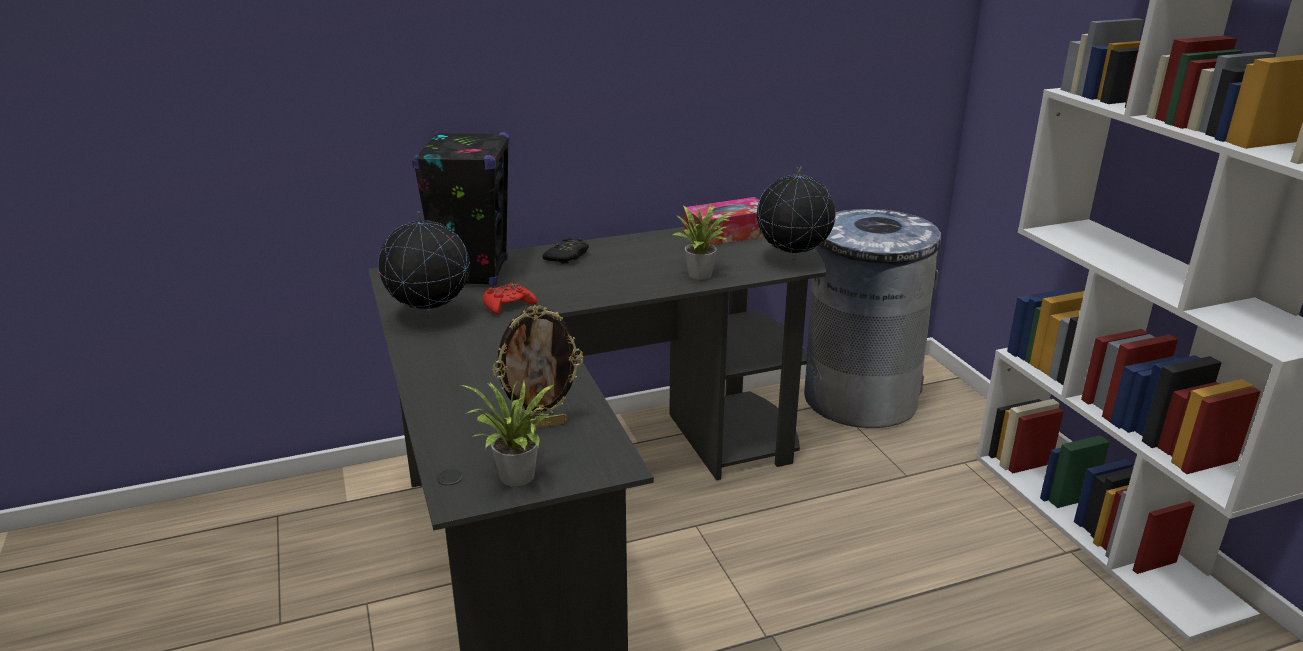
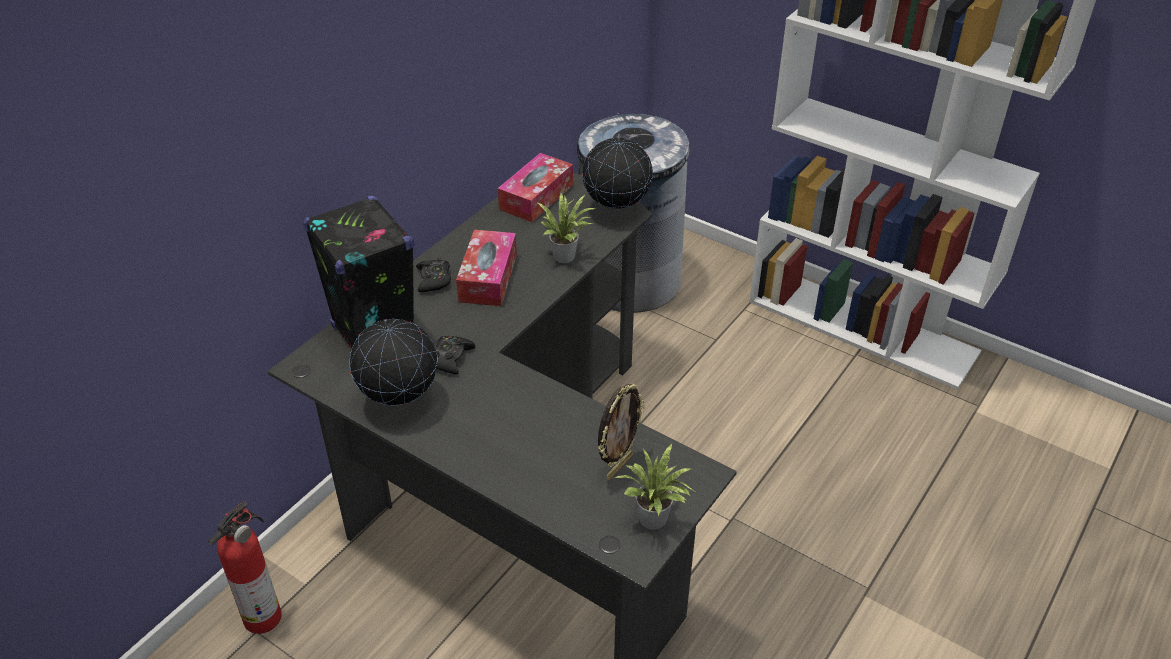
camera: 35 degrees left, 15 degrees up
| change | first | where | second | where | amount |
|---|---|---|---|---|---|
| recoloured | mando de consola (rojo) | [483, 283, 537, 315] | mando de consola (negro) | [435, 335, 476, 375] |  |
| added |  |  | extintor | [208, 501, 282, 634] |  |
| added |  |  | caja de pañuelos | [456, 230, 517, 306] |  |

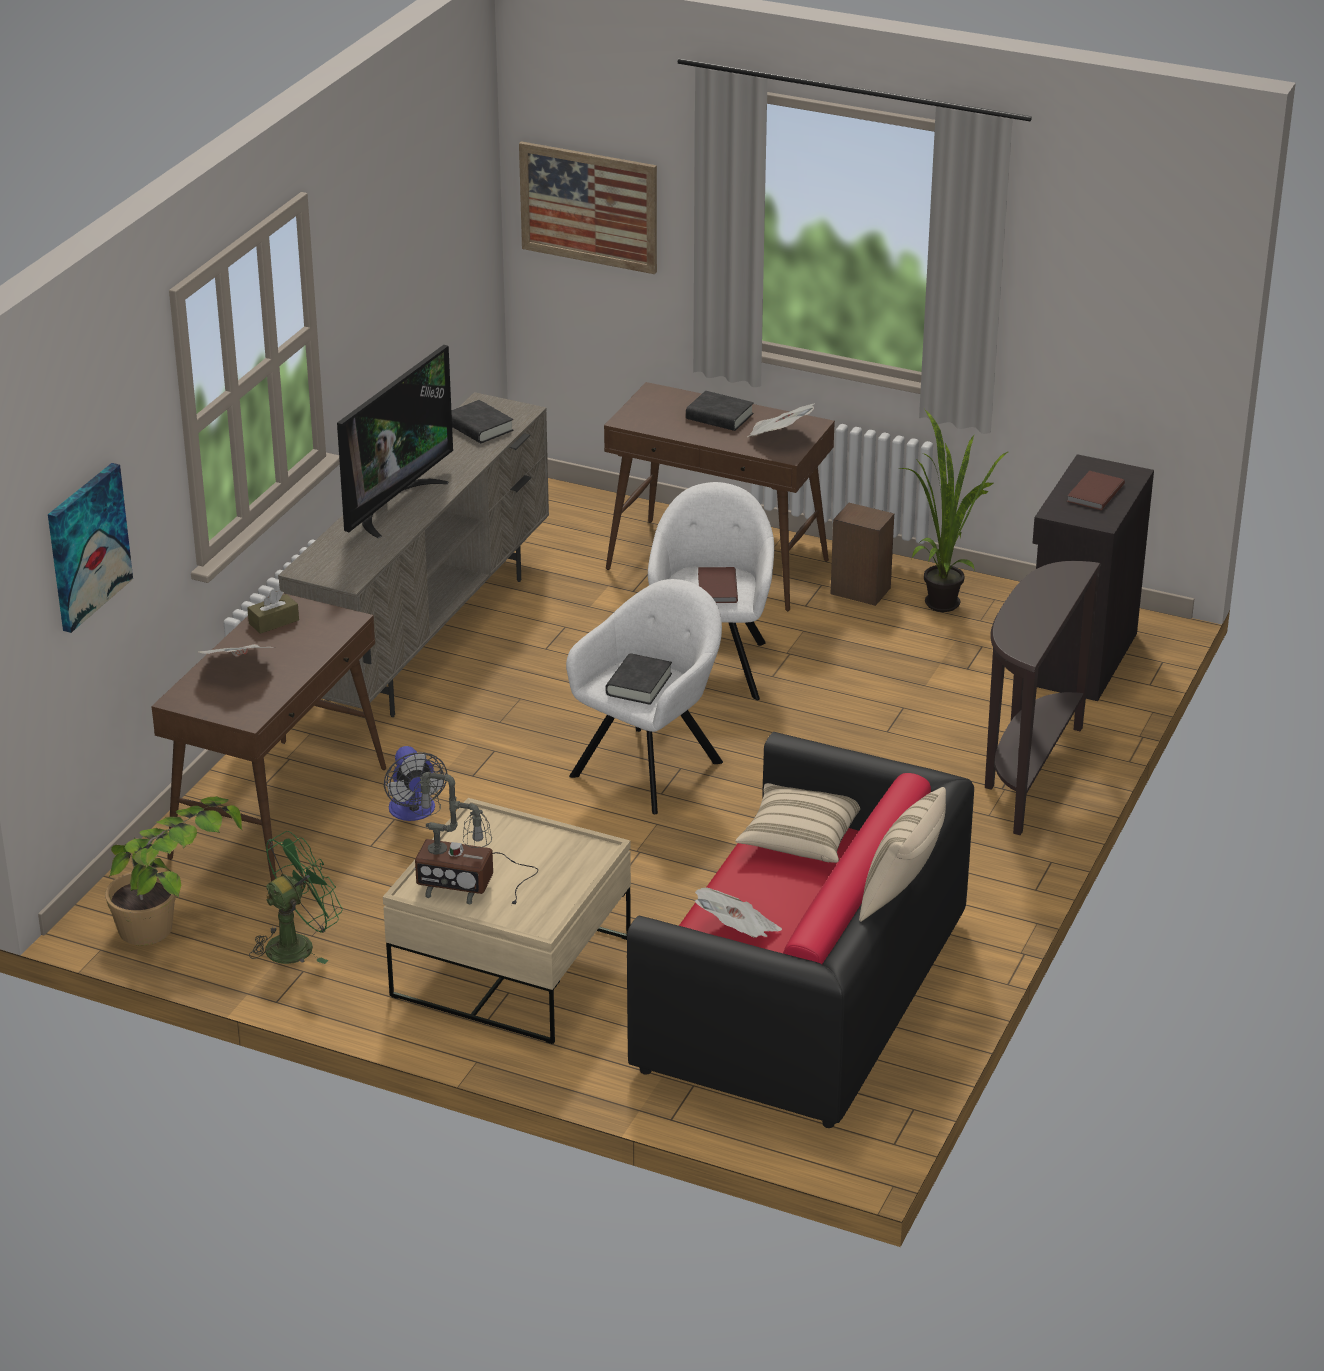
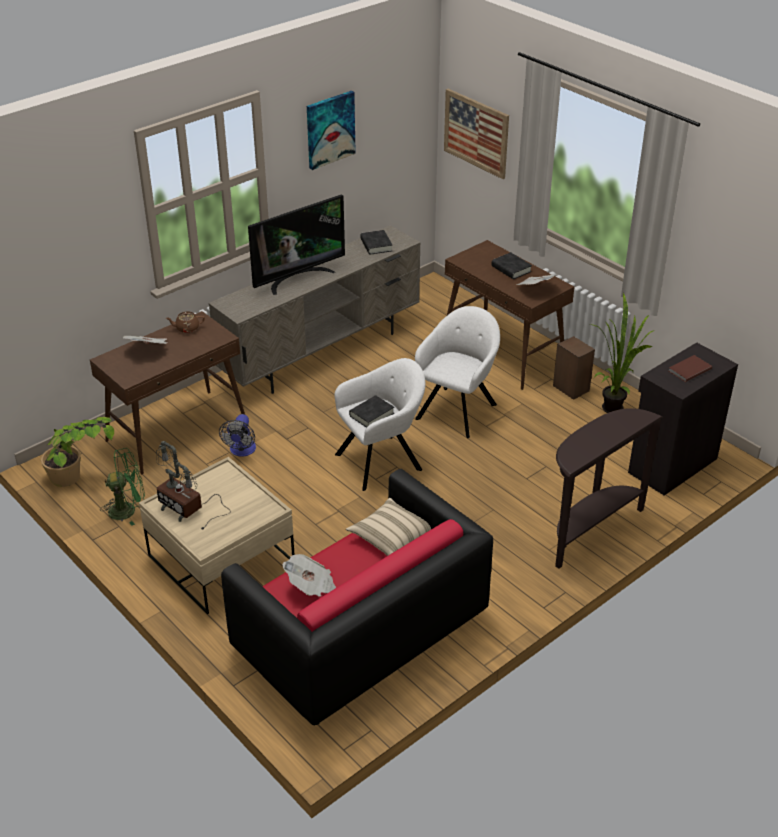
camera: 25 degrees right, 5 degrees up
| change | first | where | second | where | amount |
|---|---|---|---|---|---|
| moved | cuadro | [48, 463, 133, 633] |  | [307, 91, 356, 170] |  |
| replaced | caja de pañuelos (marrón) | [247, 590, 299, 634] | tetera (marrón) | [166, 312, 205, 333] |  |
| removed | libro (marrón) | [698, 567, 738, 603] |  |  |  |
| removed | cojín (beis) | [859, 787, 946, 922] |  |  |  |

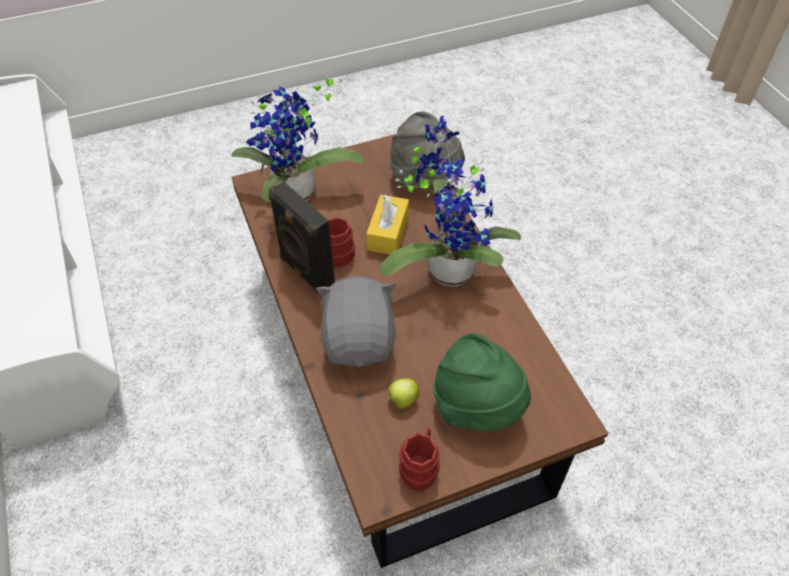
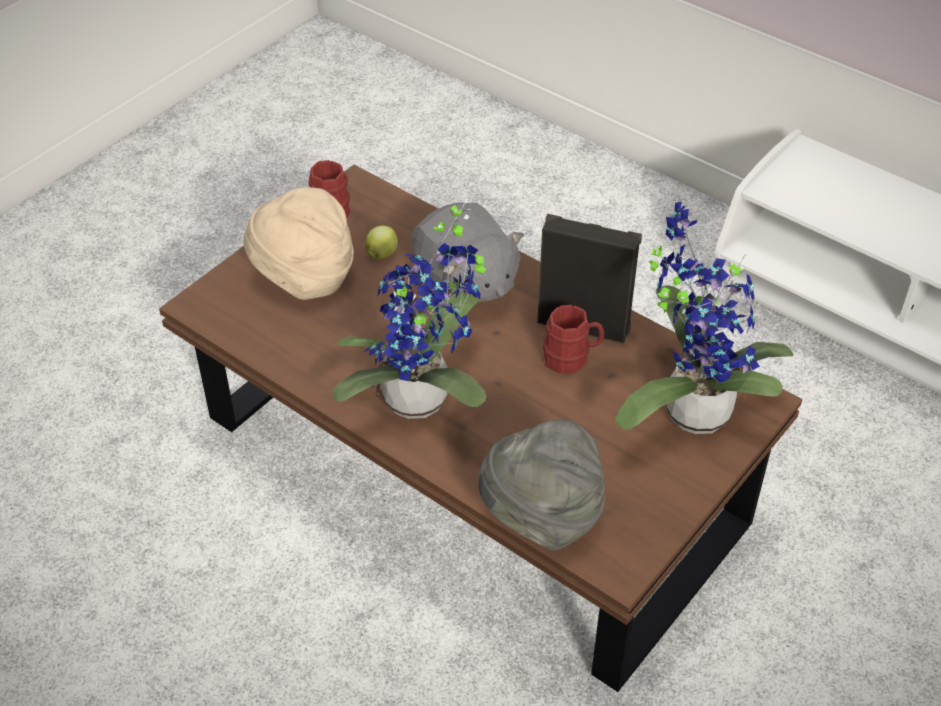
camera: 150 degrees right, 5 degrees down
| change | first | where | second | where | amount |
|---|---|---|---|---|---|
| removed | caja de pañuelos (amarillo) | [366, 194, 409, 255] |  |  |  |
| recoloured | sombrero (verde) | [433, 333, 531, 431] | sombrero (beis) | [244, 187, 354, 300] |  |

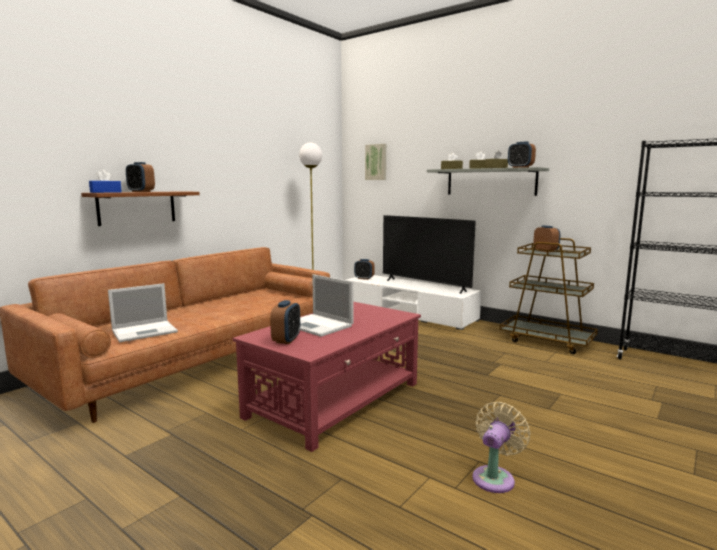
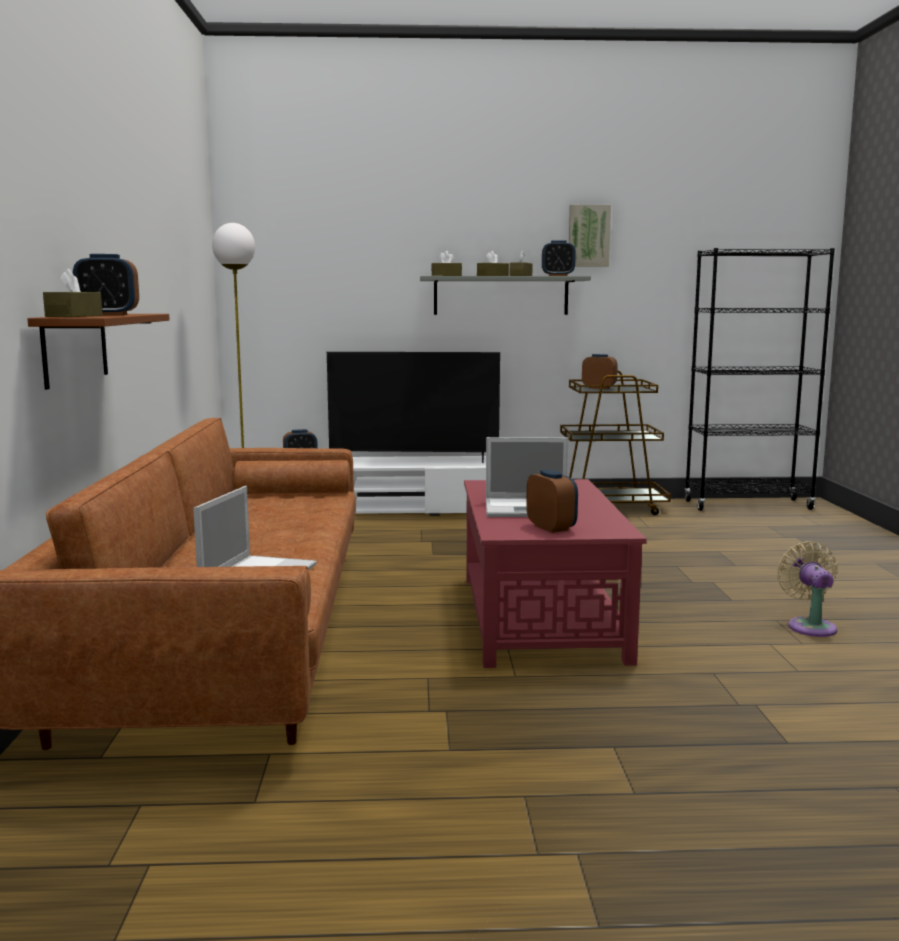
camera: 40 degrees left, 0 degrees up
| change | first | where | second | where | amount |
|---|---|---|---|---|---|
| recoloured | caja de pañuelos (azul) | [89, 170, 122, 193] | caja de pañuelos (marrón) | [43, 269, 103, 317] |  |
| moved | cuadro | [365, 144, 386, 180] |  | [569, 205, 611, 267] |  |

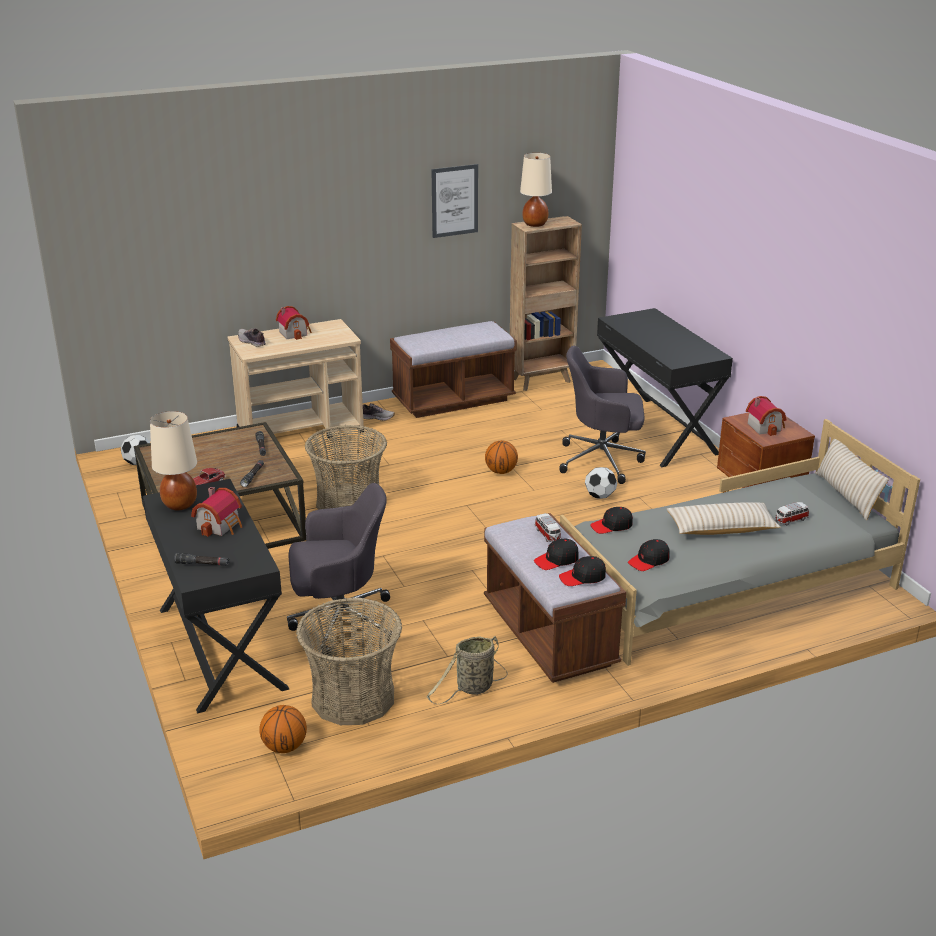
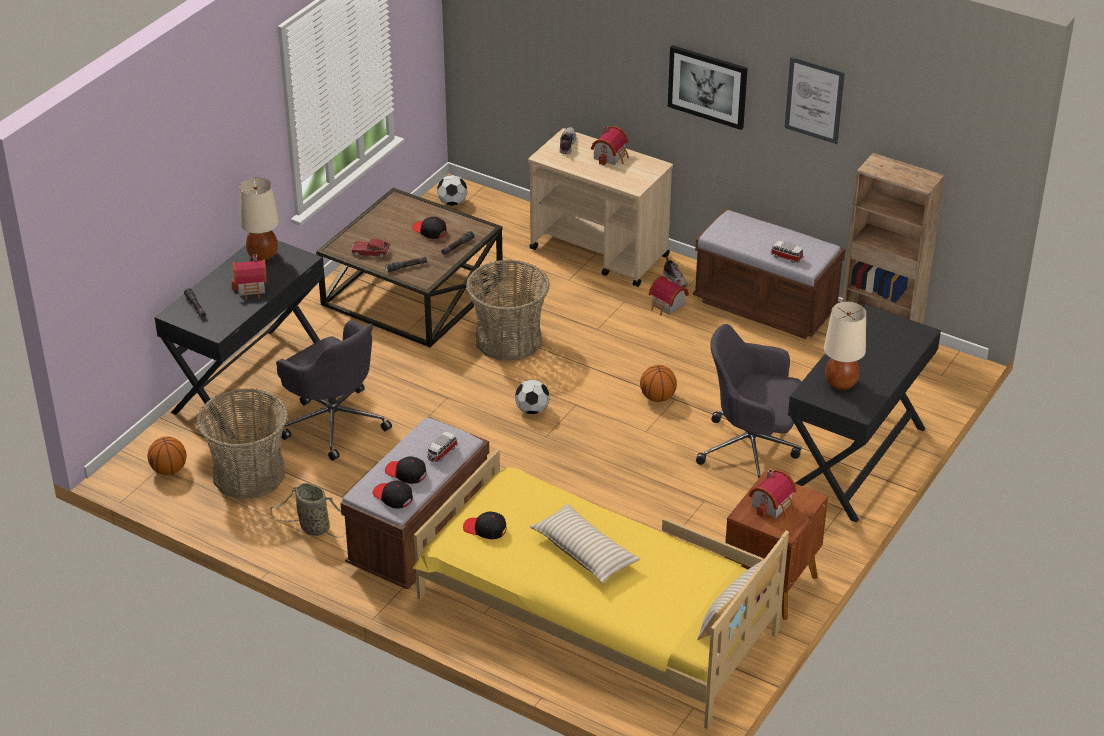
camera: 55 degrees right, 10 degrees up
| change | first | where | second | where | amount |
|---|---|---|---|---|---|
| moved | lámpara de mesa (beis) | [520, 153, 552, 227] |  | [824, 302, 866, 390] |  |
| turned | silla de oficina (gris) | [559, 346, 646, 484] |  | [696, 324, 801, 478] | 45 degrees counterclockwise |
| recoloured | cama (gris) | [560, 419, 920, 666] | cama (amarillo) | [412, 449, 789, 729] |  |
| moved | balón de fútbol | [585, 467, 617, 499] |  | [515, 380, 549, 414] |  |
| moved | gorra (negro) | [590, 507, 633, 534] |  | [412, 217, 447, 239] |  |
| moved | coche de juguete | [775, 502, 809, 526] |  | [771, 241, 803, 263] |  |
| added |  |  | casita | [649, 276, 689, 316] |  |
| added |  |  | cuadro | [668, 45, 748, 130] |  |

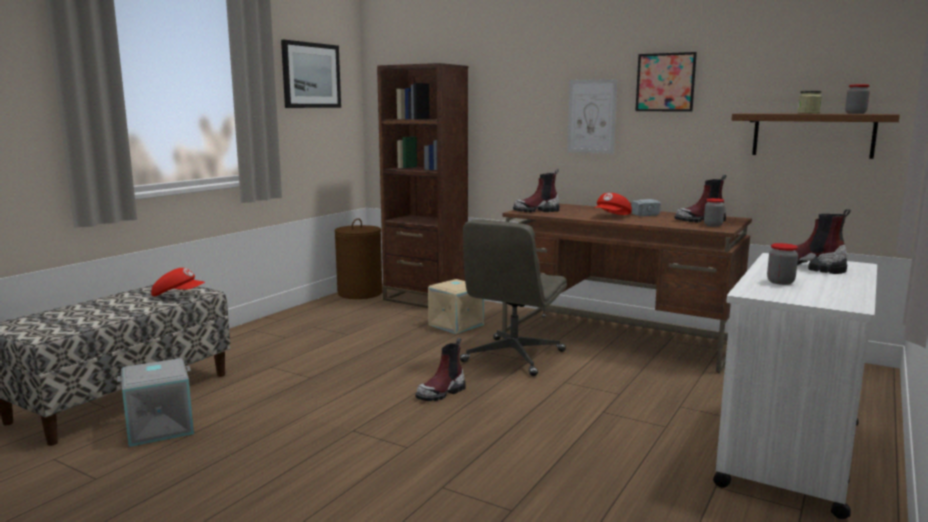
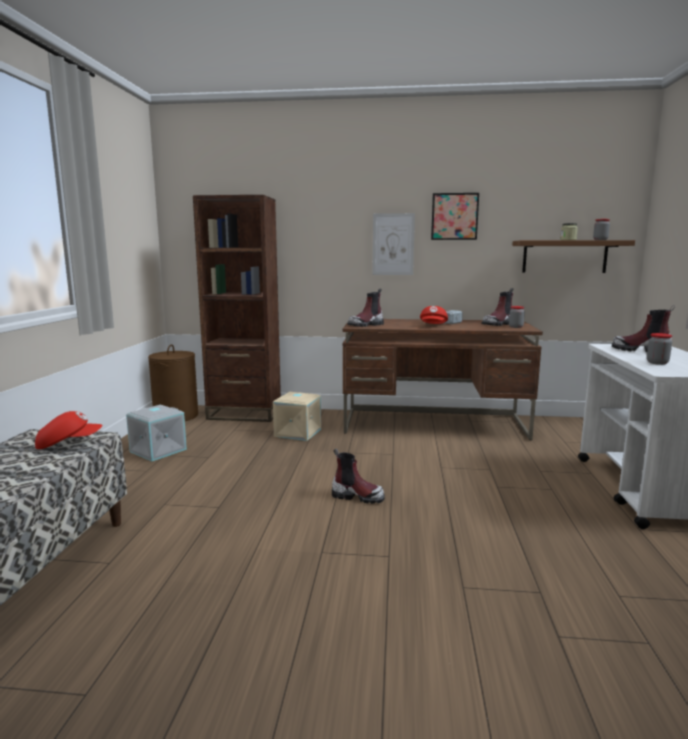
camera: 25 degrees left, 0 degrees up
| change | first | where | second | where | amount |
|---|---|---|---|---|---|
| moved | caja de almacenaje (gris) | [117, 359, 194, 447] |  | [126, 405, 187, 461] |  |
| removed | cuadro | [281, 40, 341, 108] |  |  |  |
| turned | bota | [416, 338, 466, 401] |  | [332, 449, 385, 504] | 90 degrees counterclockwise |
| removed | silla de oficina (gris) | [460, 219, 567, 376] |  |  |  |

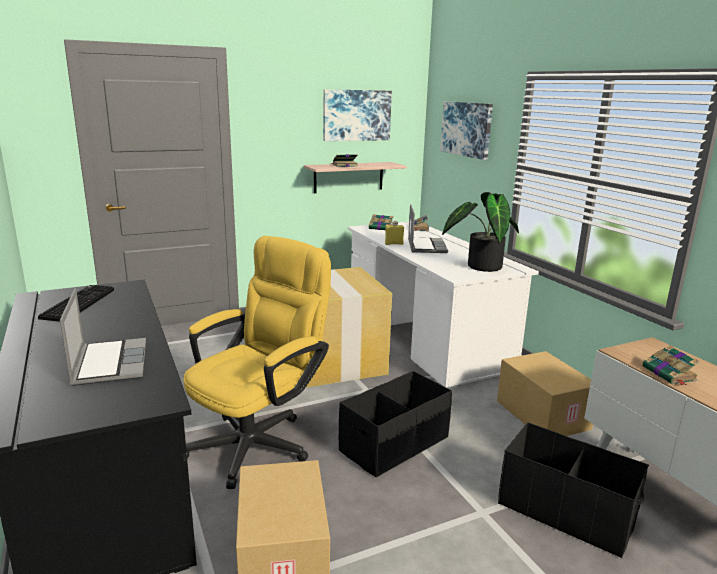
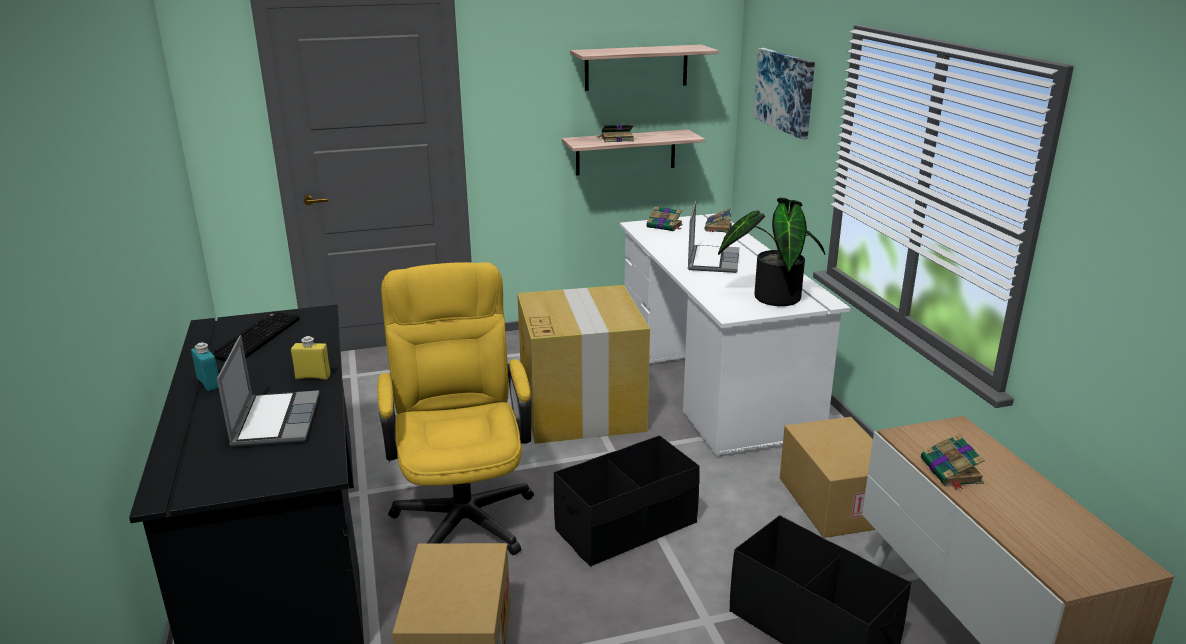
camera: 10 degrees right, 5 degrees up
| change | first | where | second | where | amount |
|---|---|---|---|---|---|
| turned | silla de oficina (amarillo) | [183, 236, 331, 489] |  | [377, 262, 534, 555] | 60 degrees counterclockwise |
| replaced | cuadro | [323, 89, 392, 141] | estante | [570, 45, 719, 91] |  |
| moved | botella (amarillo) | [385, 220, 404, 245] |  | [291, 336, 331, 380] |  |
| added |  |  | botella (turquesa) | [191, 342, 219, 391] |  |

